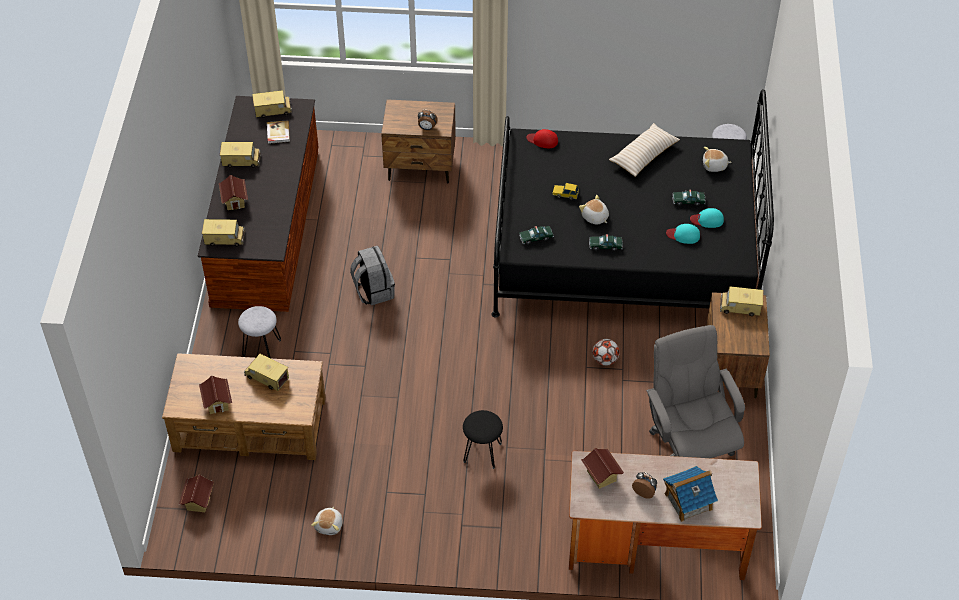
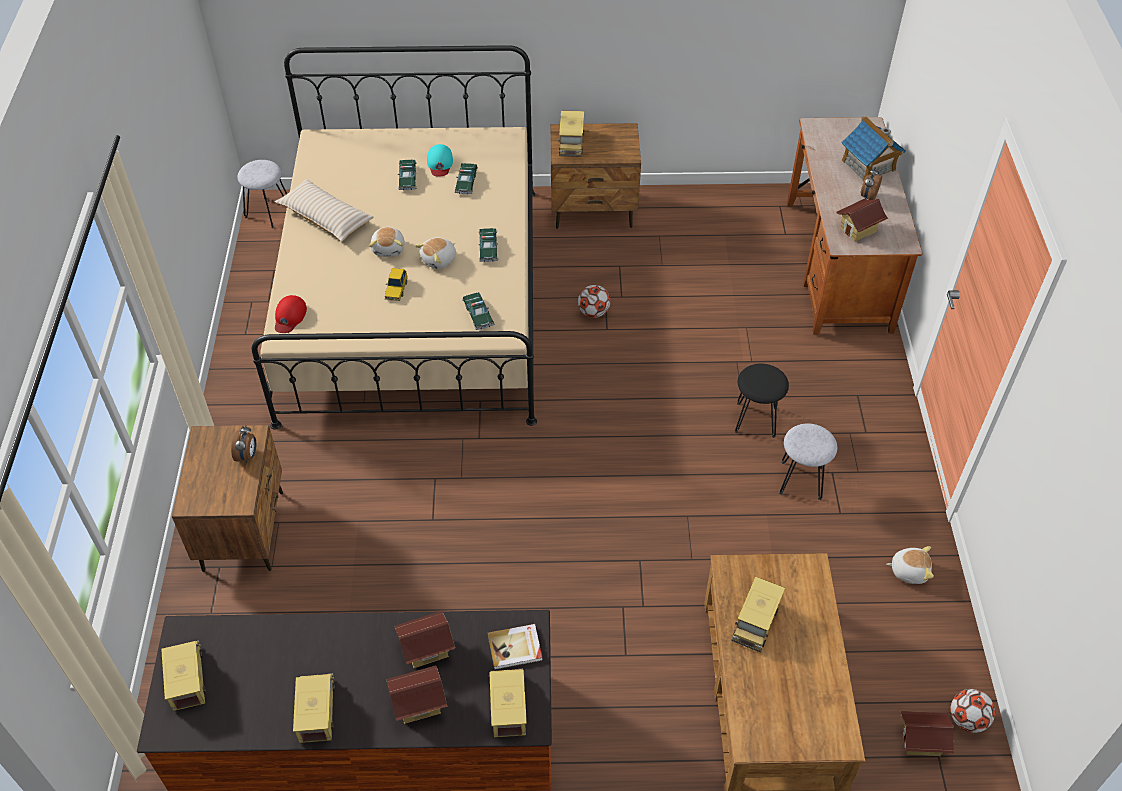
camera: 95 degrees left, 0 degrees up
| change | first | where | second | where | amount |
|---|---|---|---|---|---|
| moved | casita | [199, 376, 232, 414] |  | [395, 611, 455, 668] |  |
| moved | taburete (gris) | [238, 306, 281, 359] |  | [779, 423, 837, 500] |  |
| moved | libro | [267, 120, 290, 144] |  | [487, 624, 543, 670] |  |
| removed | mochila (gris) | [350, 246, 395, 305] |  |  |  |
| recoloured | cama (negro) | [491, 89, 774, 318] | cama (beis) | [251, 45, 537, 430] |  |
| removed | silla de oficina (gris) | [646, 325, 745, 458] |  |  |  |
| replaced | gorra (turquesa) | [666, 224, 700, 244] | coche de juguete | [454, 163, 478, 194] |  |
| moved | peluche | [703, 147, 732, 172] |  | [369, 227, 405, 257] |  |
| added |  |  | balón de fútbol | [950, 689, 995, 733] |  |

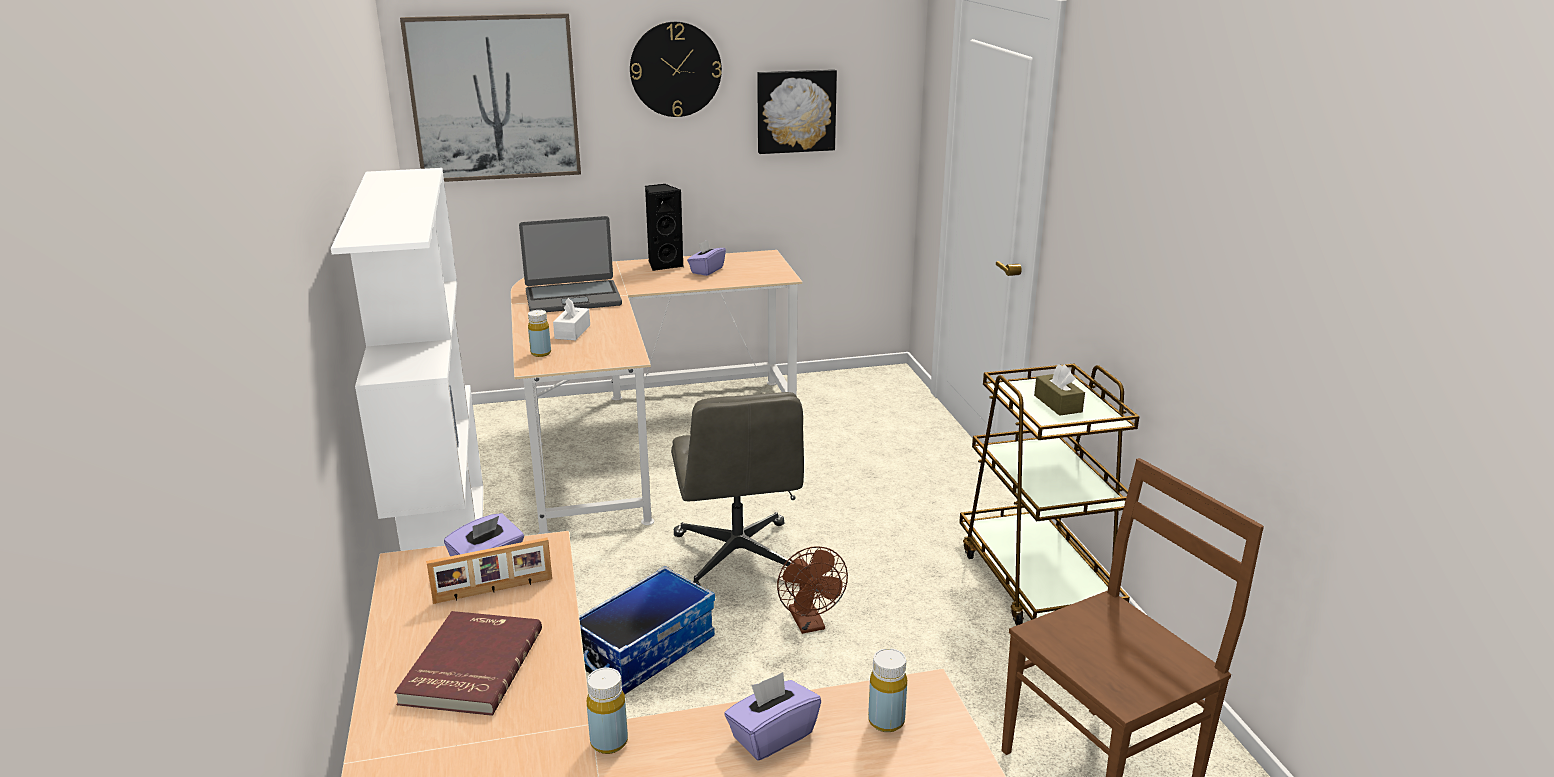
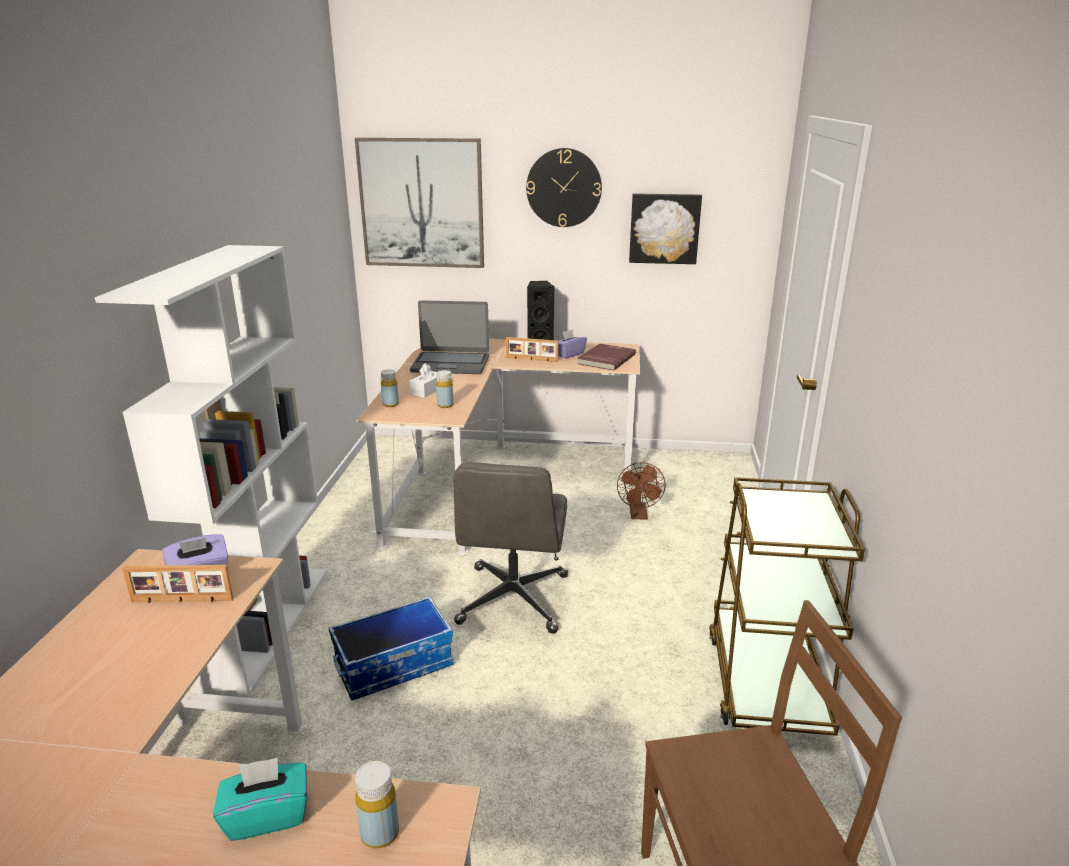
camera: 20 degrees right, 0 degrees up
| change | first | where | second | where | amount |
|---|---|---|---|---|---|
| moved | libro (rojo) | [394, 611, 542, 716] |  | [577, 343, 636, 371] |  |
| moved | botella (amarillo) | [587, 668, 628, 754] |  | [436, 370, 453, 408] |  |
| recoloured | caja de pañuelos (morado) | [724, 672, 821, 761] | caja de pañuelos (turquesa) | [213, 757, 307, 841] |  |
| moved | ventilador (marrón) | [777, 546, 848, 634] |  | [617, 462, 666, 520] |  |
| removed | caja de pañuelos (marrón) | [1034, 364, 1085, 416] |  |  |  |
| added |  |  | portarretratos | [506, 337, 559, 362] |  |

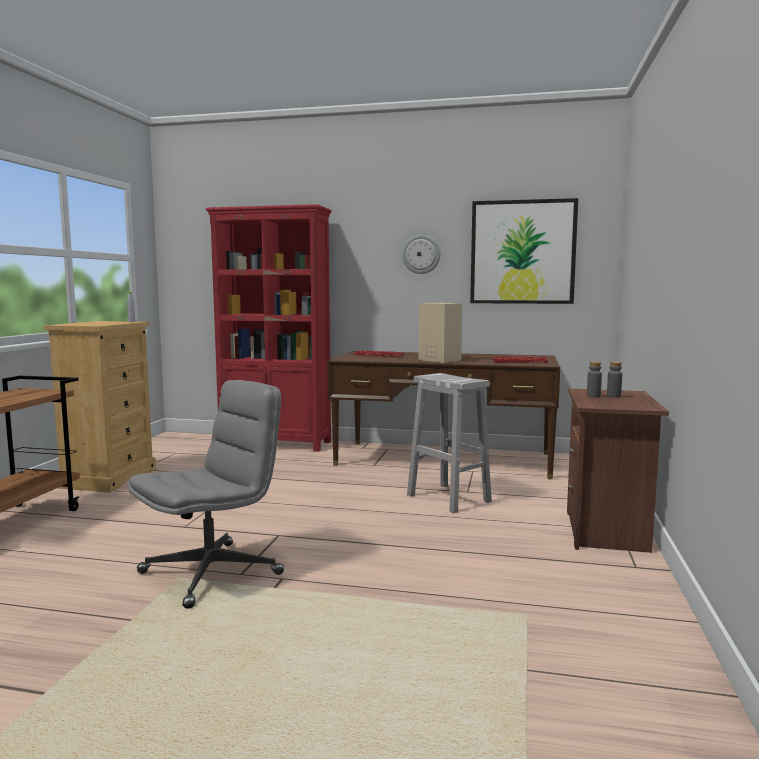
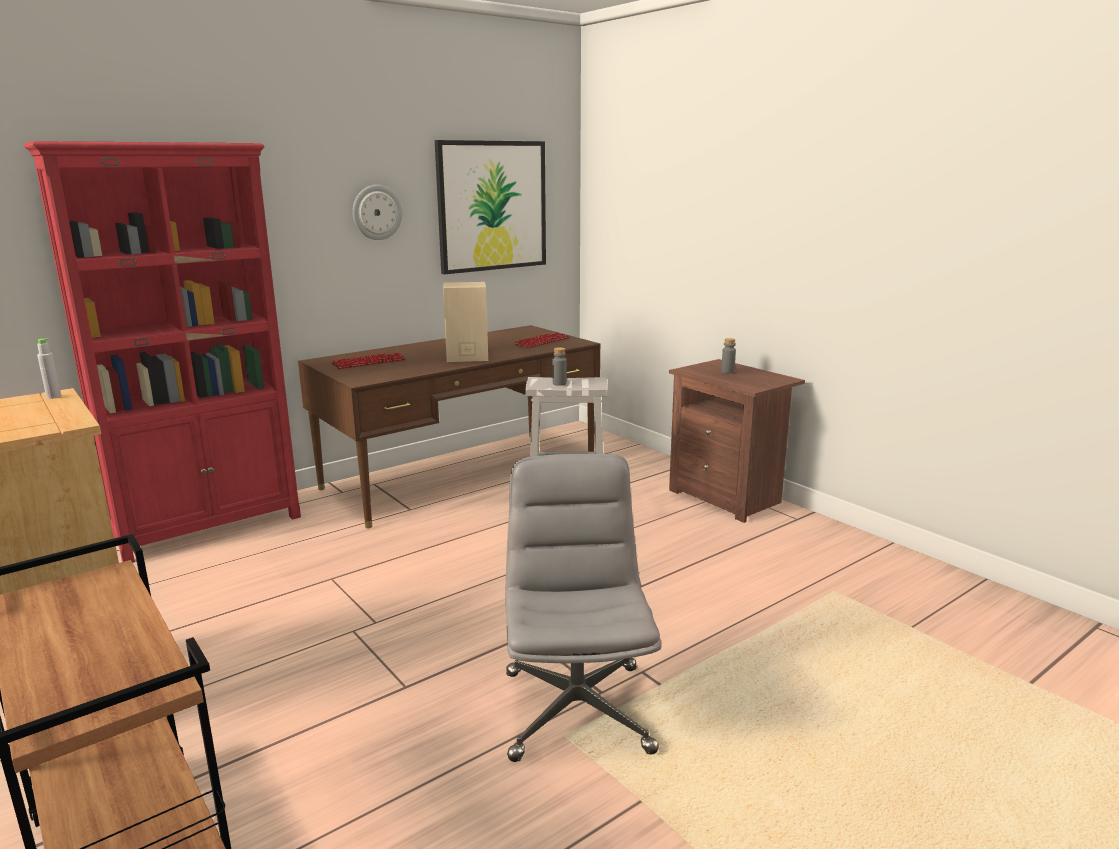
camera: 50 degrees left, 10 degrees up
| change | first | where | second | where | amount |
|---|---|---|---|---|---|
| moved | botella (gris) | [587, 362, 602, 398] |  | [552, 347, 567, 386] |  |

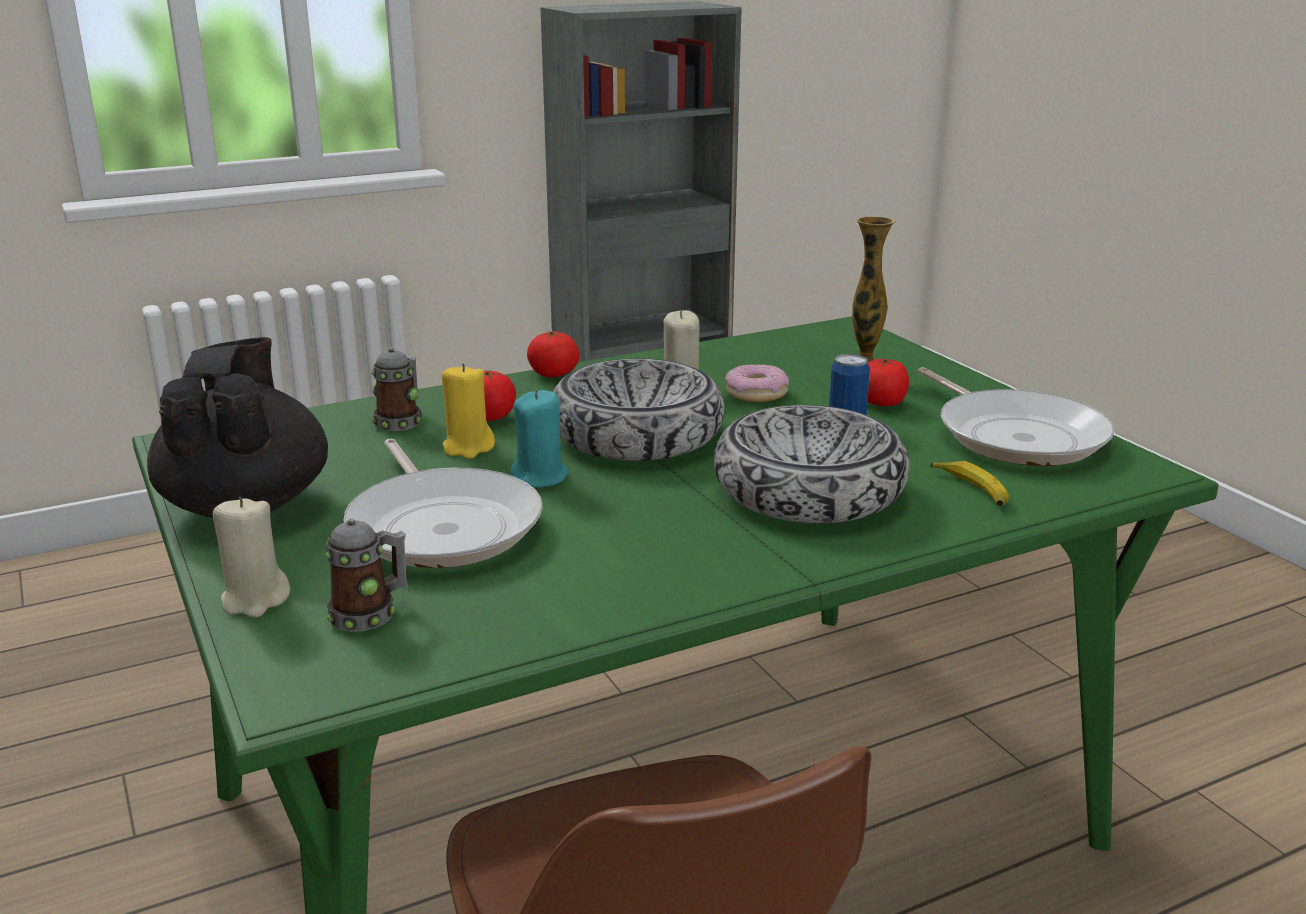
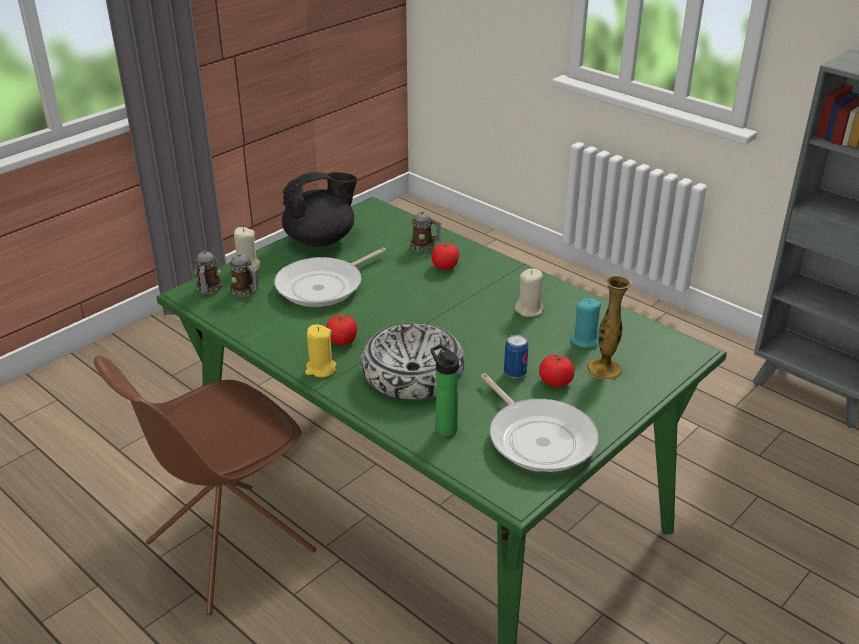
camera: 70 degrees right, 10 degrees up
| change | first | where | second | where | amount |
|---|---|---|---|---|---|
| moved | vela (amarillo) | [442, 363, 495, 459] |  | [305, 324, 336, 377] |  |
| moved | vela (turquesa) | [510, 390, 569, 488] |  | [570, 299, 601, 348] |  |
| moved | tomate | [527, 331, 579, 377] |  | [326, 314, 357, 345] |  |
| removed | cuenco | [553, 358, 725, 461] |  |  |  |
| removed | rosquilla | [724, 364, 789, 402] |  |  |  |
| turned | sartén | [918, 367, 1115, 466] |  | [481, 373, 599, 472] | 75 degrees counterclockwise |
| replaced | plátano | [931, 461, 1009, 506] | botella | [430, 344, 459, 436] |  |
| added |  |  | taza grande | [194, 251, 223, 294] |  |

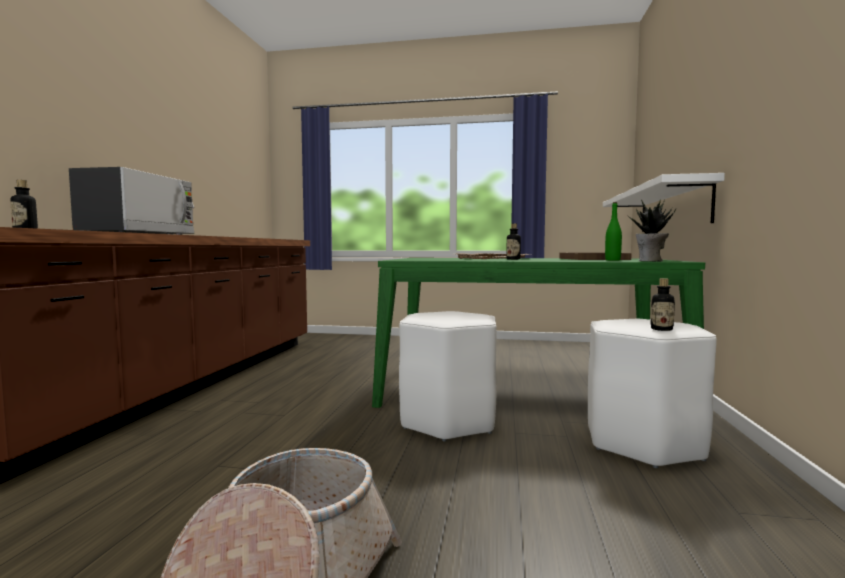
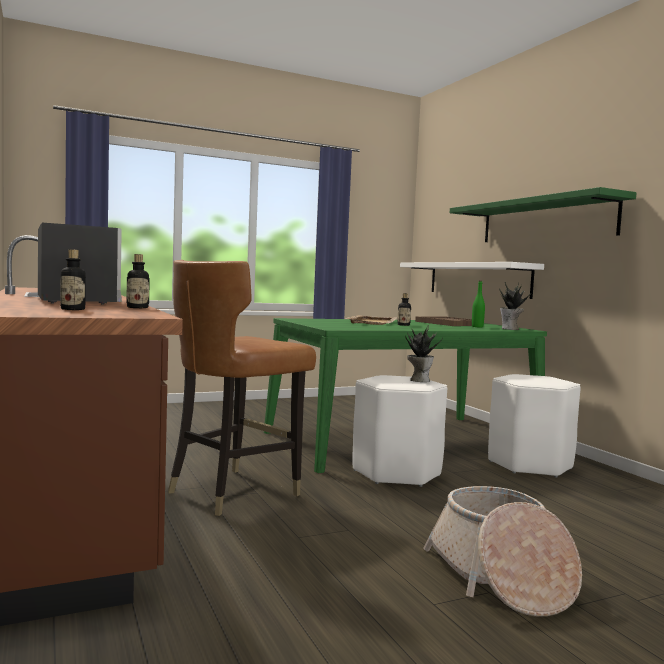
camera: 35 degrees left, 0 degrees up
| change | first | where | second | where | amount |
|---|---|---|---|---|---|
| moved | botella | [650, 278, 675, 331] |  | [126, 254, 150, 308] |  |
| added |  |  | silla (marrón) | [168, 260, 316, 516] |  |
| added |  |  | planta en maceta | [405, 325, 443, 382] |  |
| added |  |  | estante (verde) | [450, 187, 636, 242] |  |

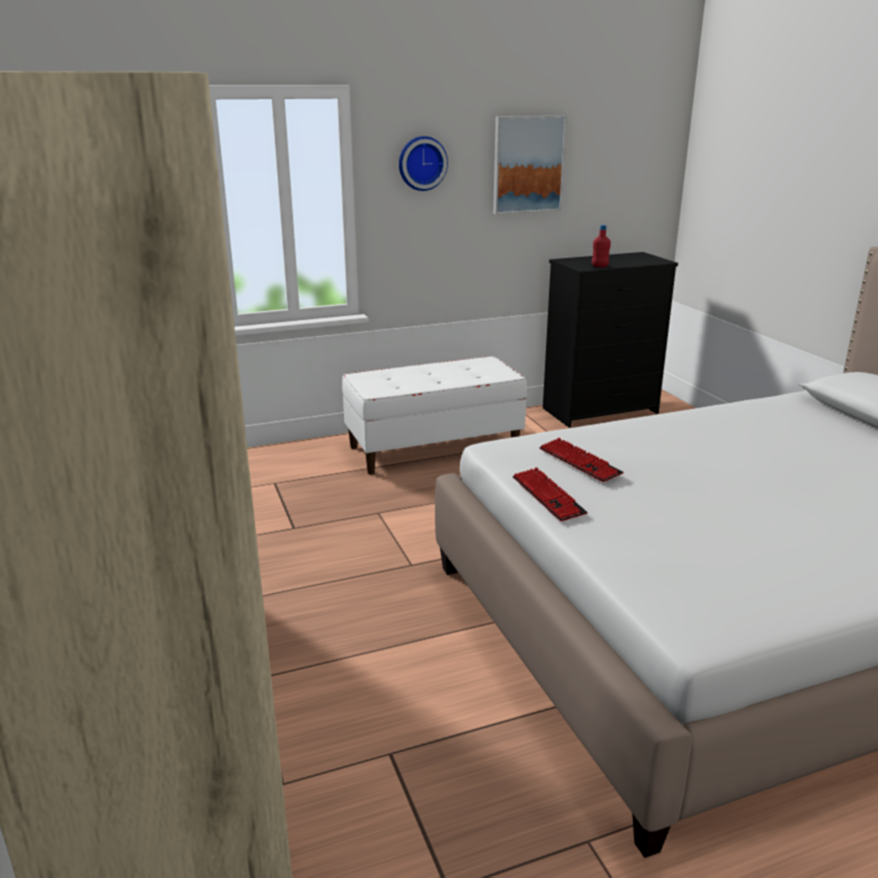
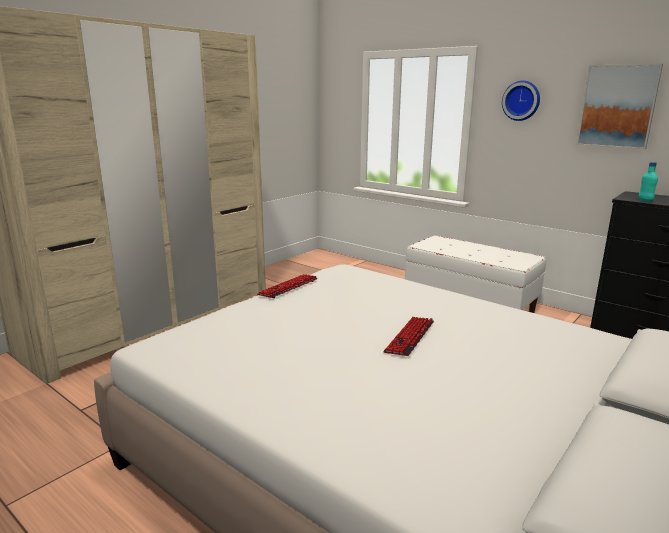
camera: 60 degrees right, 5 degrees down
| change | first | where | second | where | amount |
|---|---|---|---|---|---|
| moved | teclado | [539, 438, 624, 482] |  | [383, 317, 434, 356] |  |
| recoloured | botella (rojo) | [592, 225, 611, 267] | botella (turquesa) | [638, 162, 658, 202] |  |

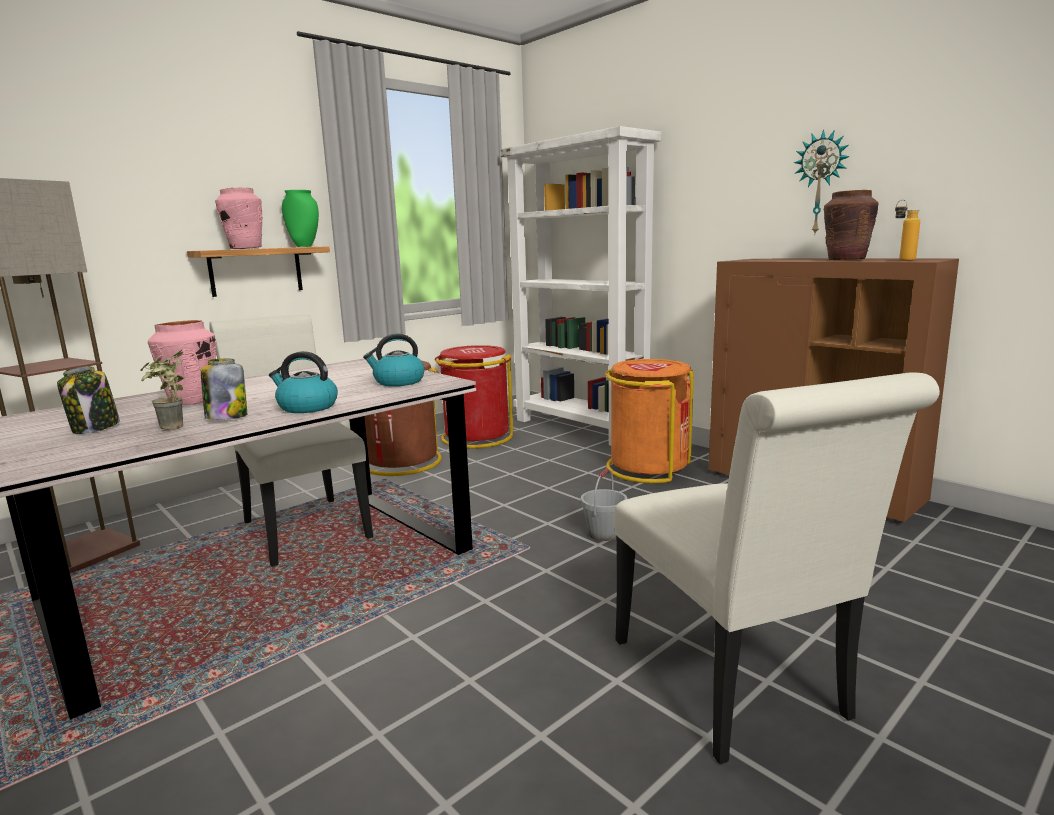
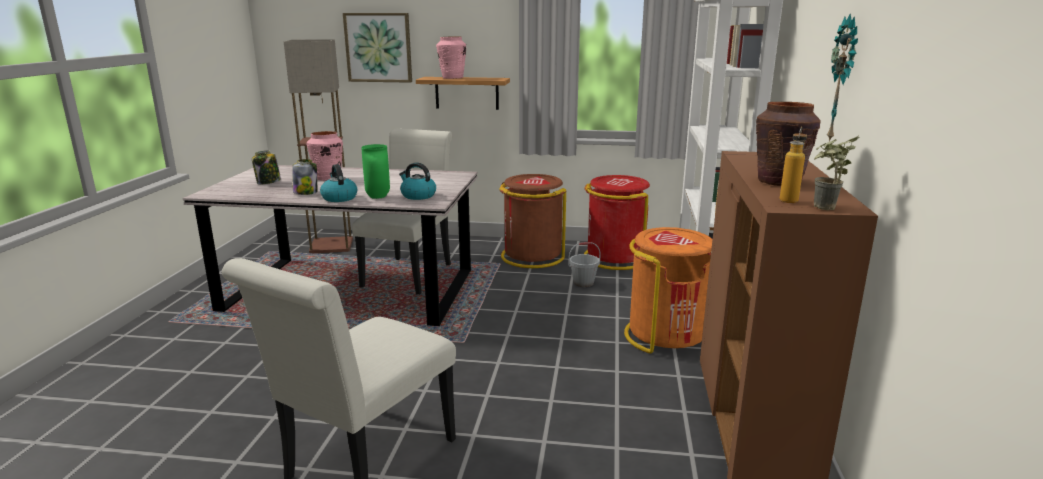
camera: 50 degrees right, 5 degrees up
| change | first | where | second | where | amount |
|---|---|---|---|---|---|
| moved | planta en maceta | [140, 350, 184, 430] |  | [814, 136, 860, 210] |  |
| moved | florero (verde) | [282, 190, 319, 247] |  | [361, 144, 390, 199] |  |
| moved | cubo (gris) | [581, 468, 627, 541] |  | [568, 242, 601, 287] |  |
| added |  |  | cuadro | [343, 13, 412, 83] |  |

